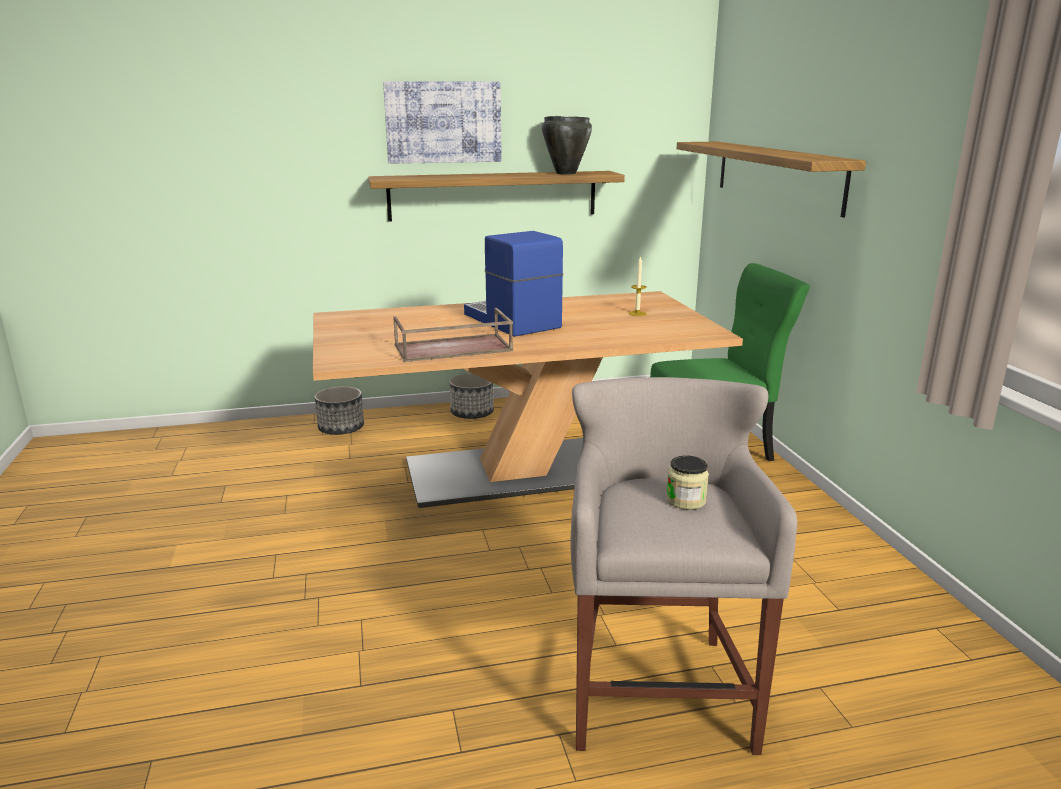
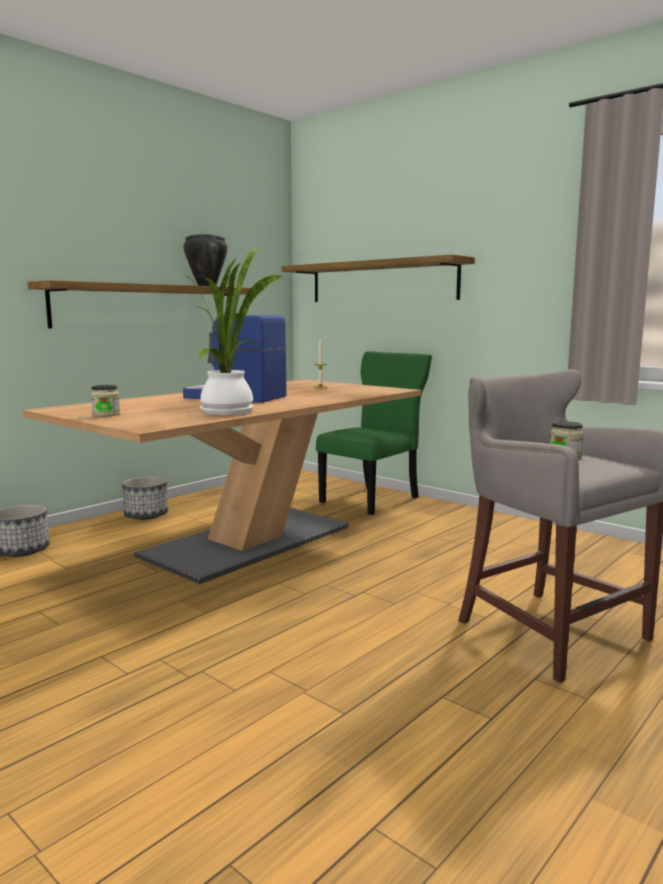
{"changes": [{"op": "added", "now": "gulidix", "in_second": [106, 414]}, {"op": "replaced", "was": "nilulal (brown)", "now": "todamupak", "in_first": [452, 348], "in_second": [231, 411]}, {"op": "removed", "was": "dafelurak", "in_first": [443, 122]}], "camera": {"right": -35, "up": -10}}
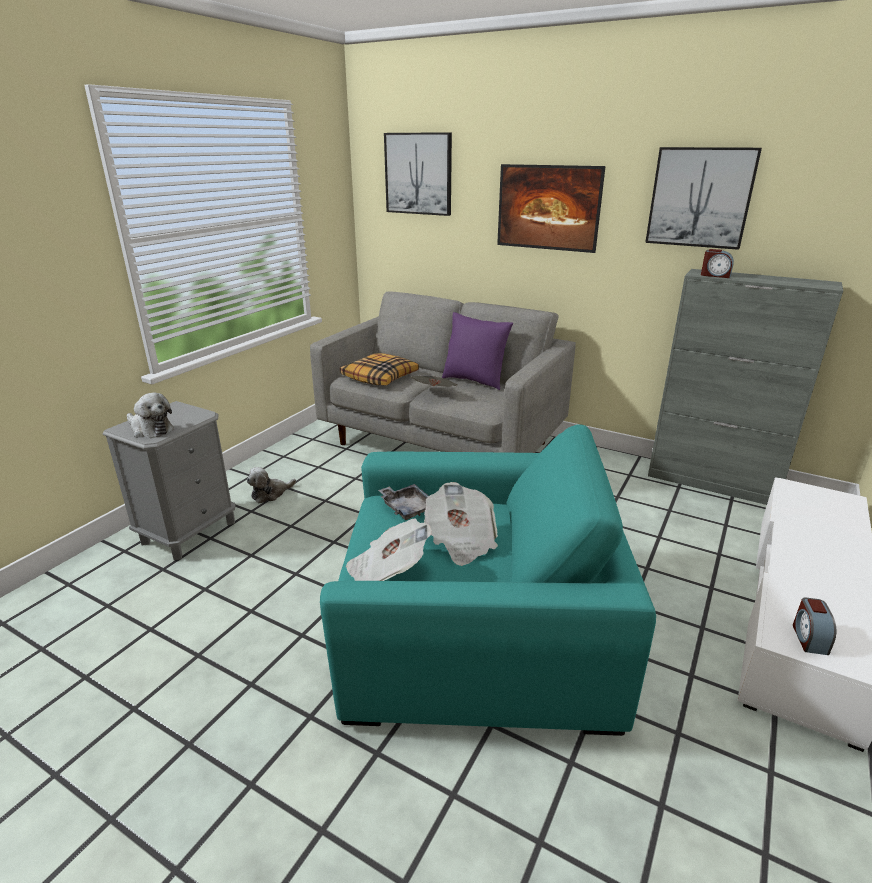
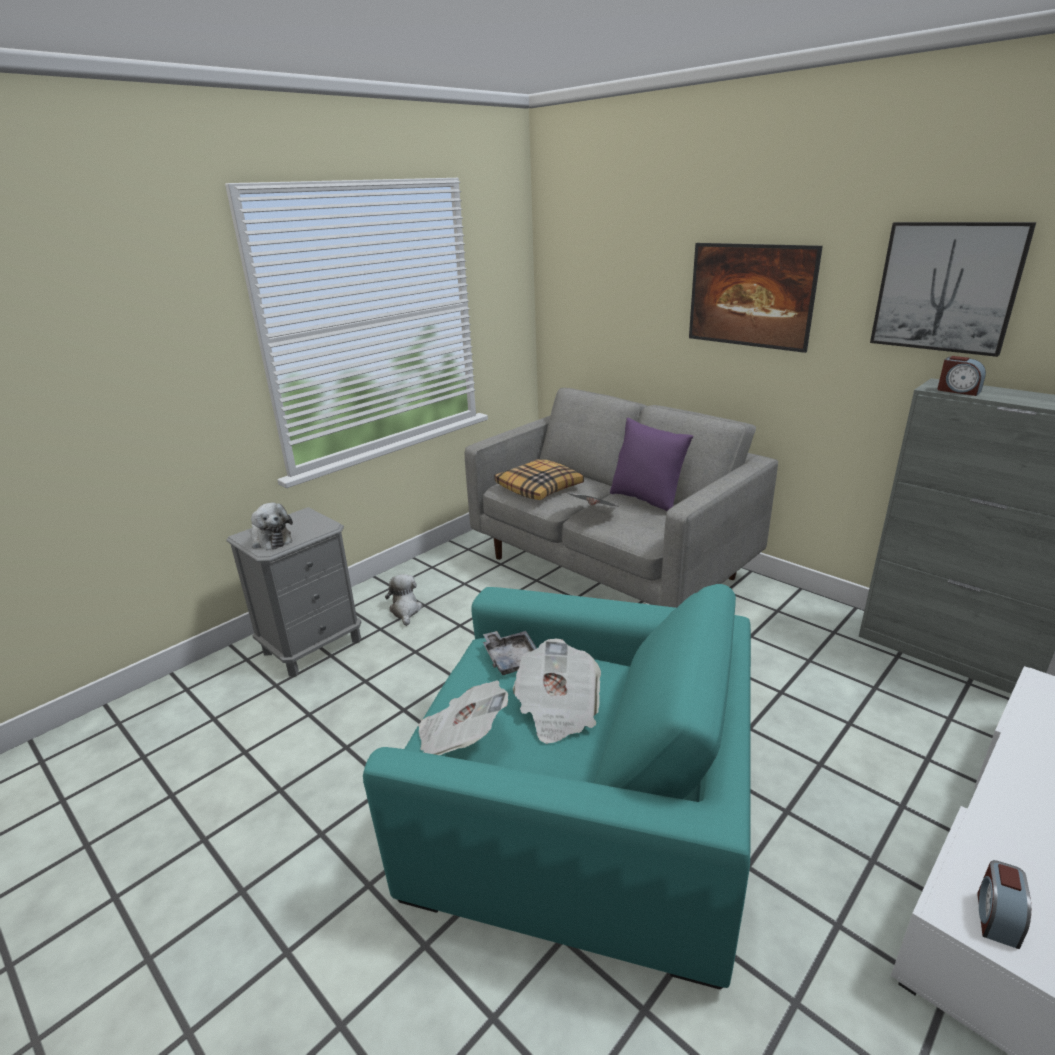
{"changes": [{"op": "turned", "was": "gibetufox", "in_first": [270, 494], "in_second": [405, 610], "clockwise": 105}, {"op": "removed", "was": "dafelurak", "in_first": [418, 174]}], "camera": {"right": 15, "up": 0}}
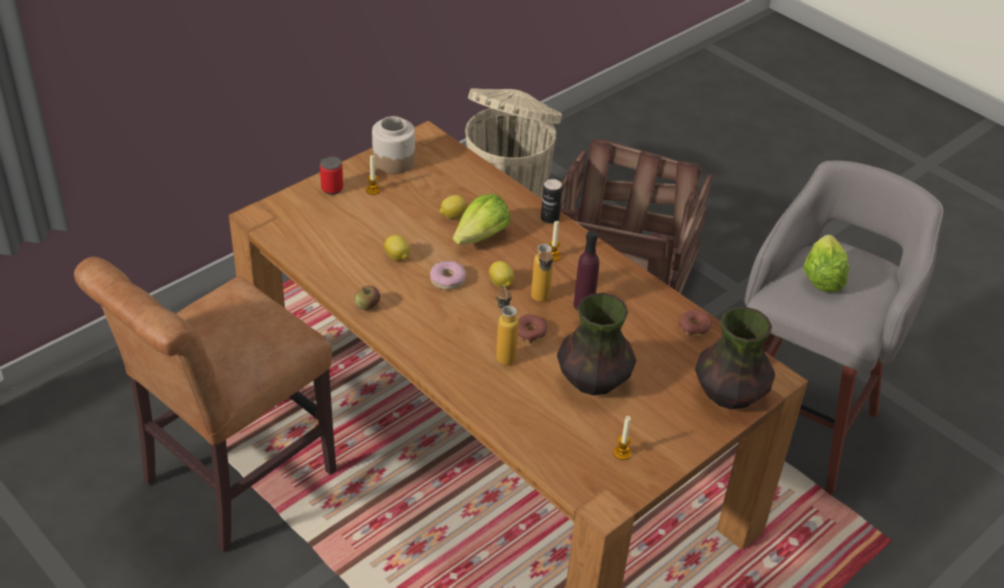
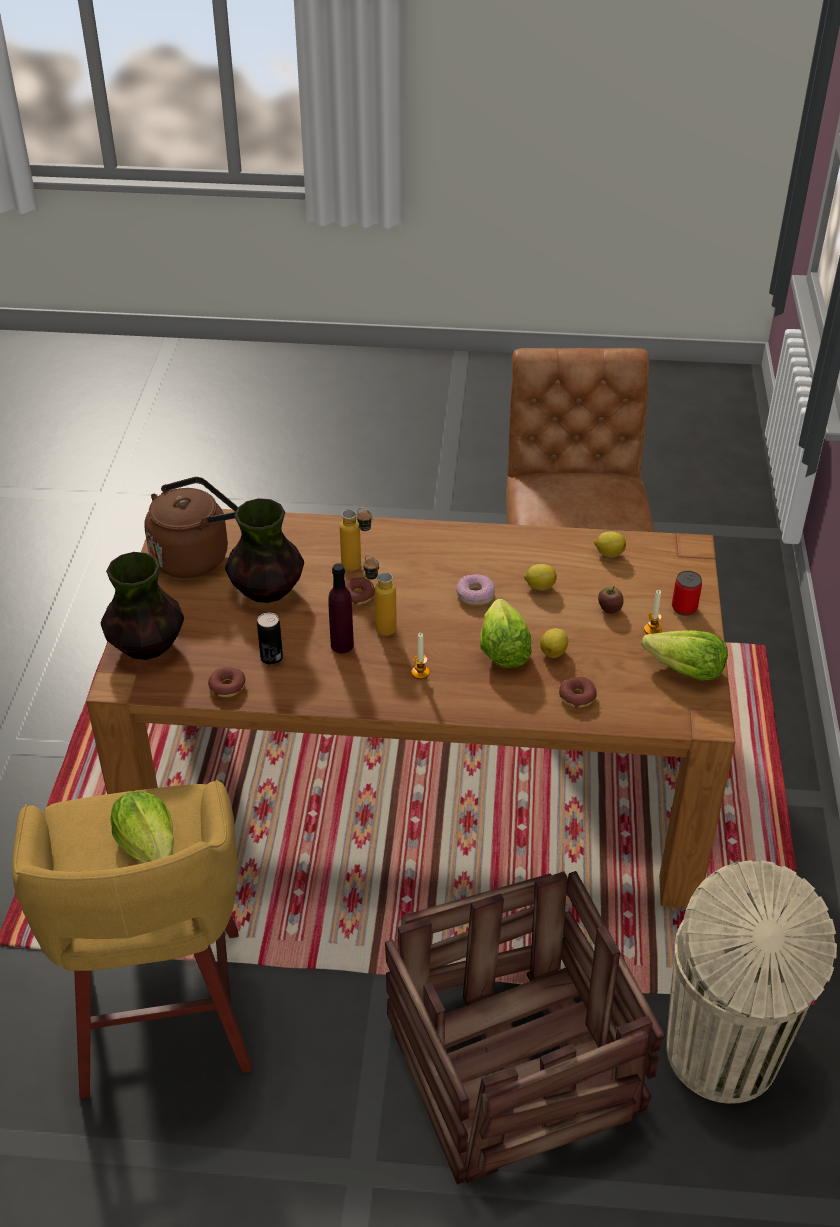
{"changes": [{"op": "recoloured", "was": "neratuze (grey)", "now": "neratuze (yellow)", "in_first": [799, 422], "in_second": [162, 1018]}, {"op": "replaced", "was": "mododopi", "now": "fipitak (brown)", "in_first": [622, 453], "in_second": [194, 556]}, {"op": "moved", "was": "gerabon", "in_first": [549, 218], "in_second": [271, 657]}, {"op": "added", "now": "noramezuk", "in_second": [577, 697]}, {"op": "moved", "was": "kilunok", "in_first": [501, 284], "in_second": [608, 553]}, {"op": "moved", "was": "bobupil", "in_first": [367, 306], "in_second": [609, 608]}, {"op": "replaced", "was": "gulidix", "now": "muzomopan", "in_first": [394, 161], "in_second": [685, 670]}], "camera": {"right": 140, "up": 0}}
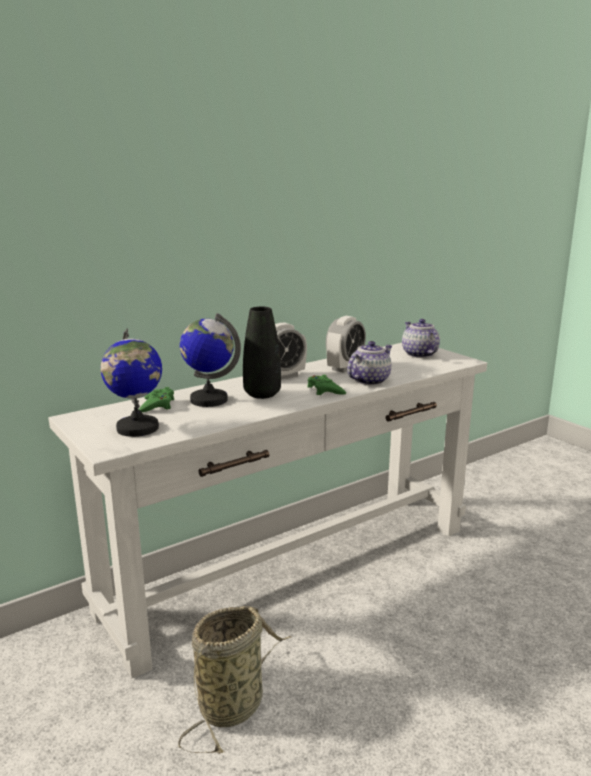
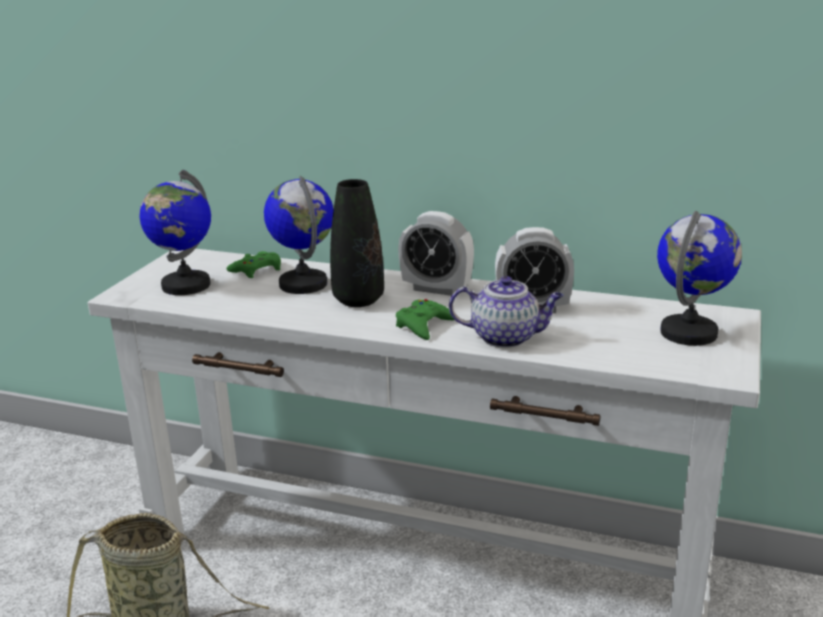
{"changes": [{"op": "replaced", "was": "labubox", "now": "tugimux", "in_first": [418, 354], "in_second": [689, 333]}], "camera": {"right": 55, "up": 5}}
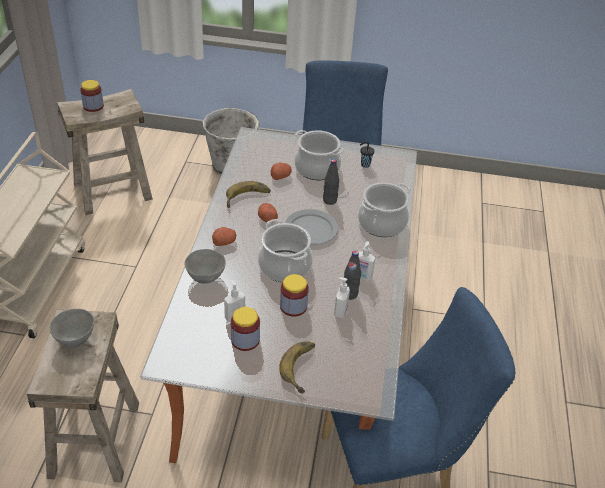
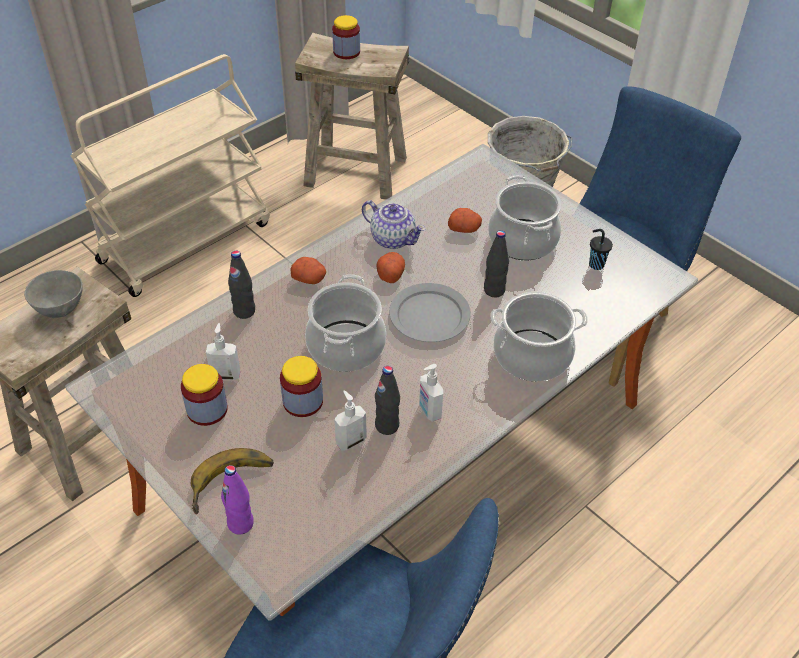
{"changes": [{"op": "added", "now": "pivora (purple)", "in_second": [240, 523]}, {"op": "replaced", "was": "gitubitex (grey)", "now": "pivora (black)", "in_first": [206, 278], "in_second": [244, 311]}, {"op": "replaced", "was": "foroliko", "now": "labubox", "in_first": [248, 199], "in_second": [393, 239]}], "camera": {"right": 40, "up": 5}}
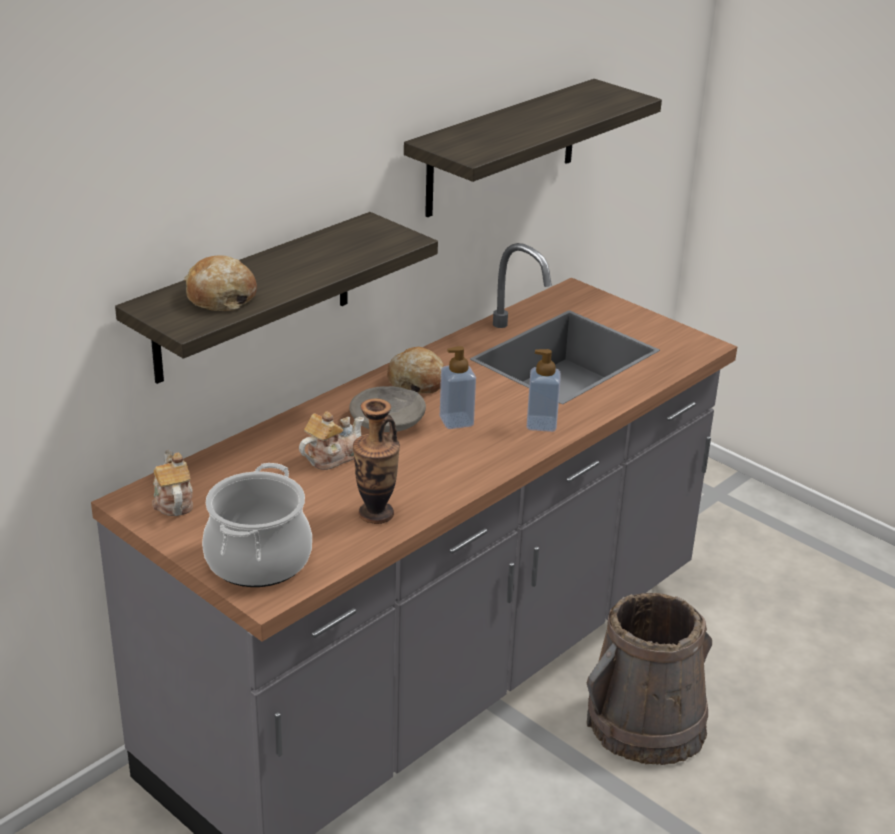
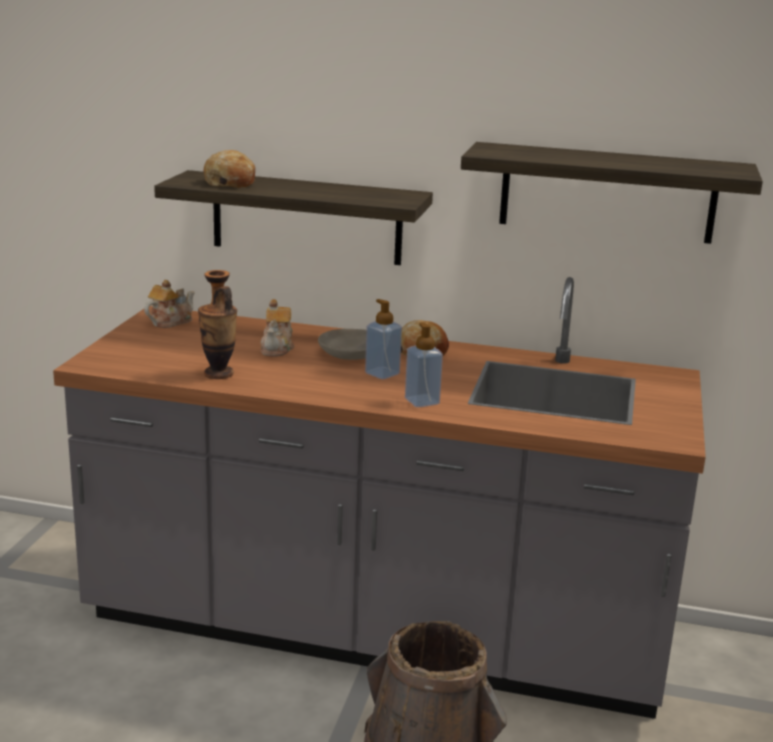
{"changes": [{"op": "turned", "was": "labubox", "in_first": [331, 457], "in_second": [277, 348], "clockwise": 75}, {"op": "removed", "was": "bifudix", "in_first": [259, 560]}], "camera": {"right": 60, "up": -10}}
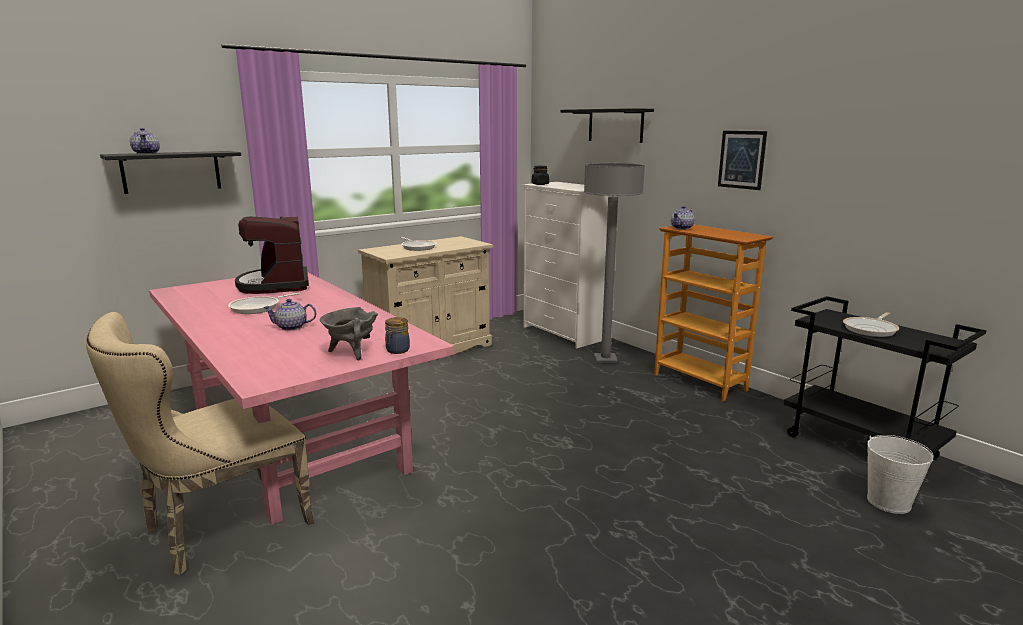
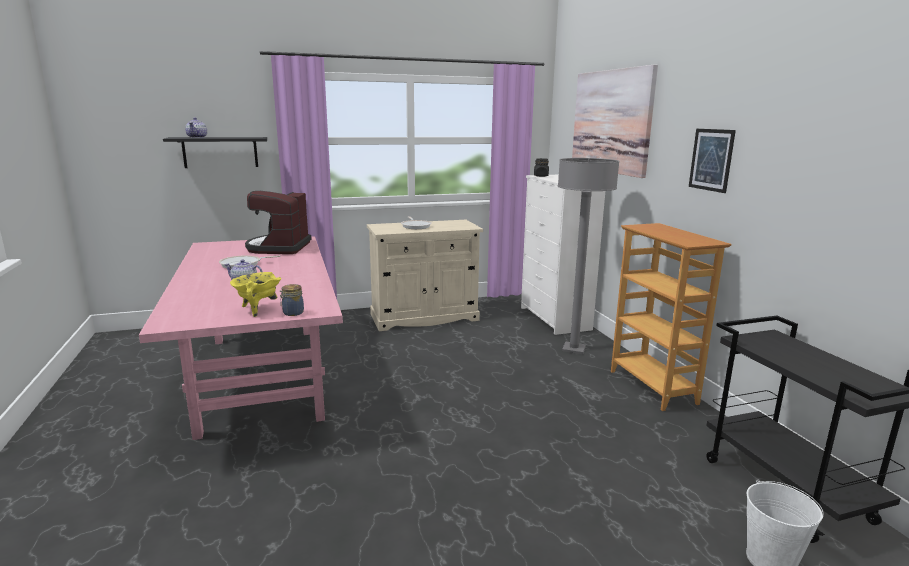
{"changes": [{"op": "recoloured", "was": "bifudix (grey)", "now": "bifudix (yellow)", "in_first": [351, 352], "in_second": [257, 309]}, {"op": "replaced", "was": "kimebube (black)", "now": "dafelurak", "in_first": [615, 125], "in_second": [611, 121]}, {"op": "removed", "was": "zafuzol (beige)", "in_first": [218, 528]}, {"op": "removed", "was": "labubox", "in_first": [682, 228]}, {"op": "removed", "was": "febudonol", "in_first": [871, 329]}], "camera": {"right": 20, "up": 0}}
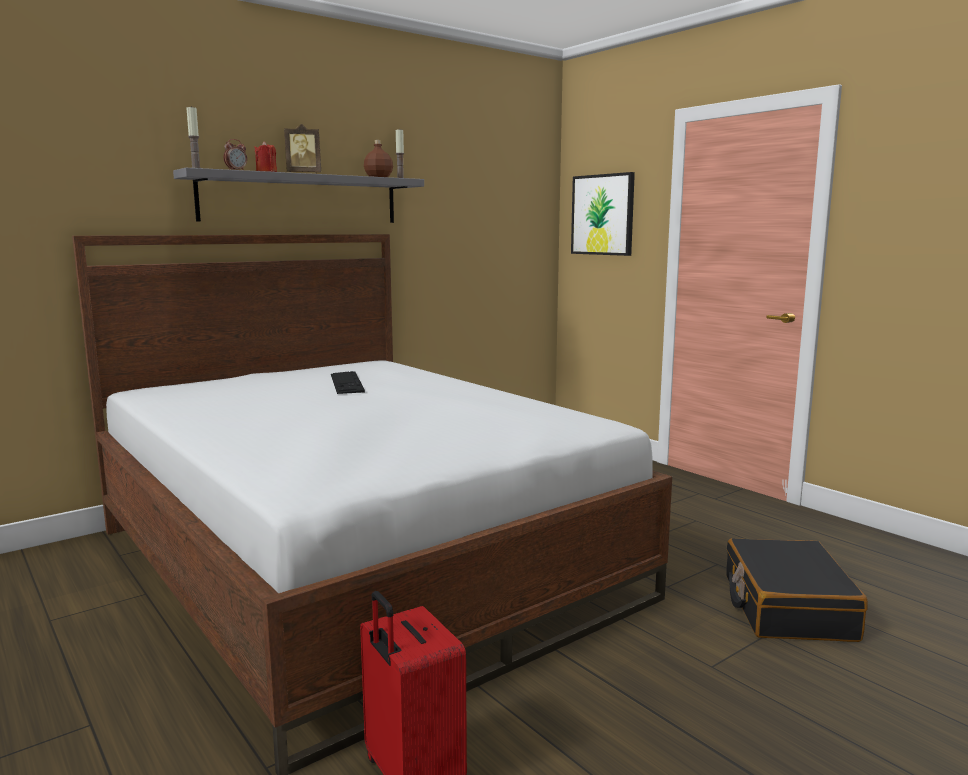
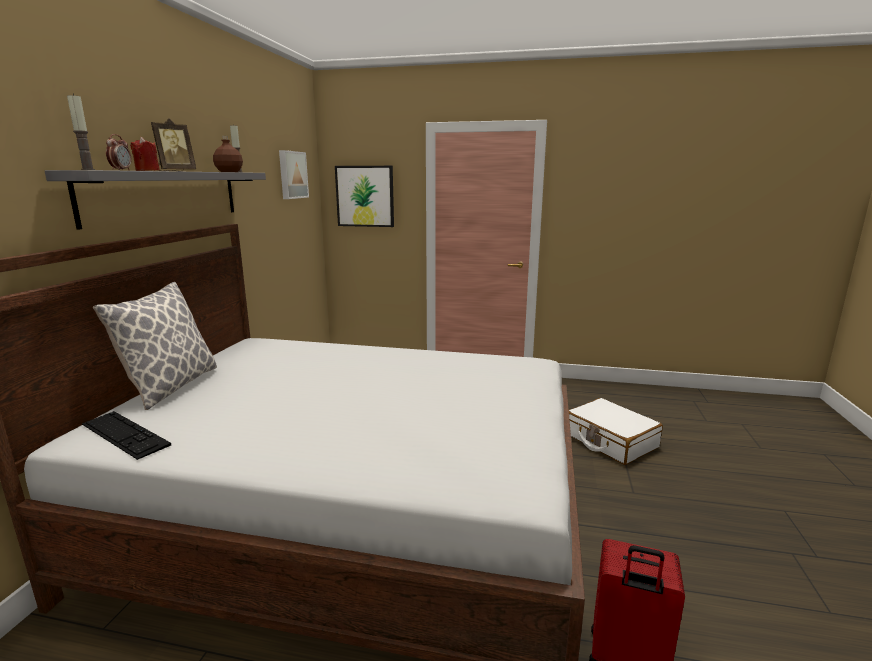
{"changes": [{"op": "moved", "was": "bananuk", "in_first": [346, 383], "in_second": [124, 434]}, {"op": "added", "now": "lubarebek", "in_second": [171, 386]}, {"op": "added", "now": "dafelurak", "in_second": [292, 175]}, {"op": "recoloured", "was": "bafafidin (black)", "now": "bafafidin (white)", "in_first": [787, 607], "in_second": [610, 441]}], "camera": {"right": -40, "up": 5}}
